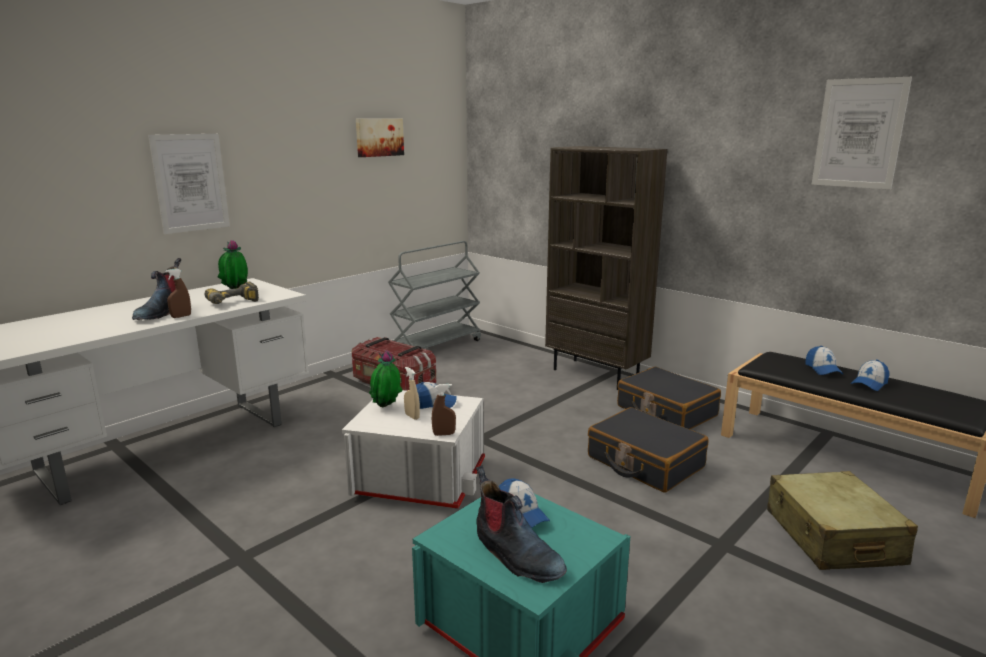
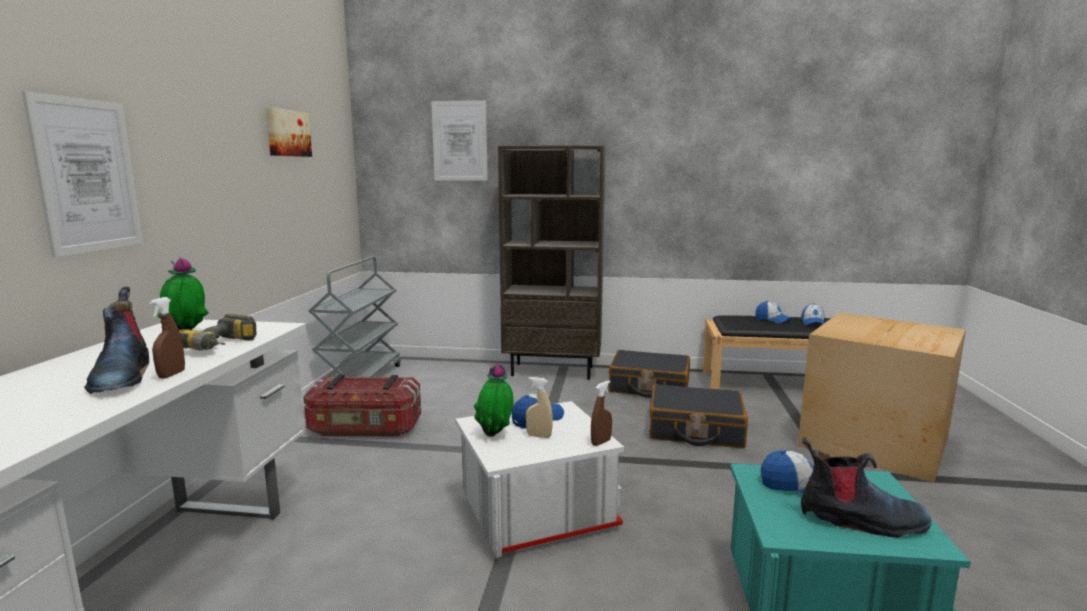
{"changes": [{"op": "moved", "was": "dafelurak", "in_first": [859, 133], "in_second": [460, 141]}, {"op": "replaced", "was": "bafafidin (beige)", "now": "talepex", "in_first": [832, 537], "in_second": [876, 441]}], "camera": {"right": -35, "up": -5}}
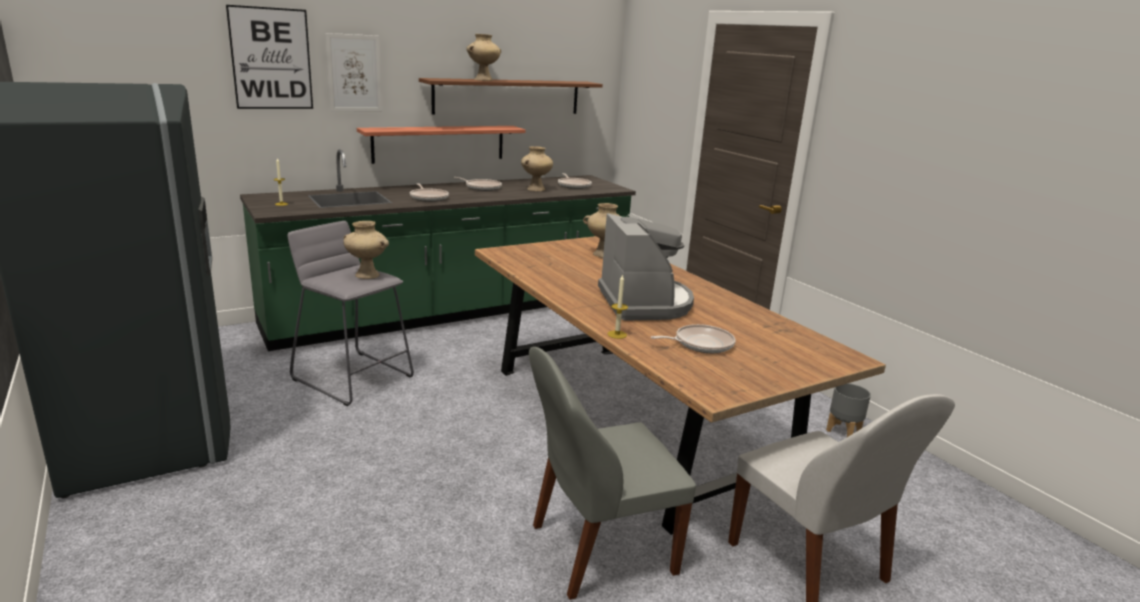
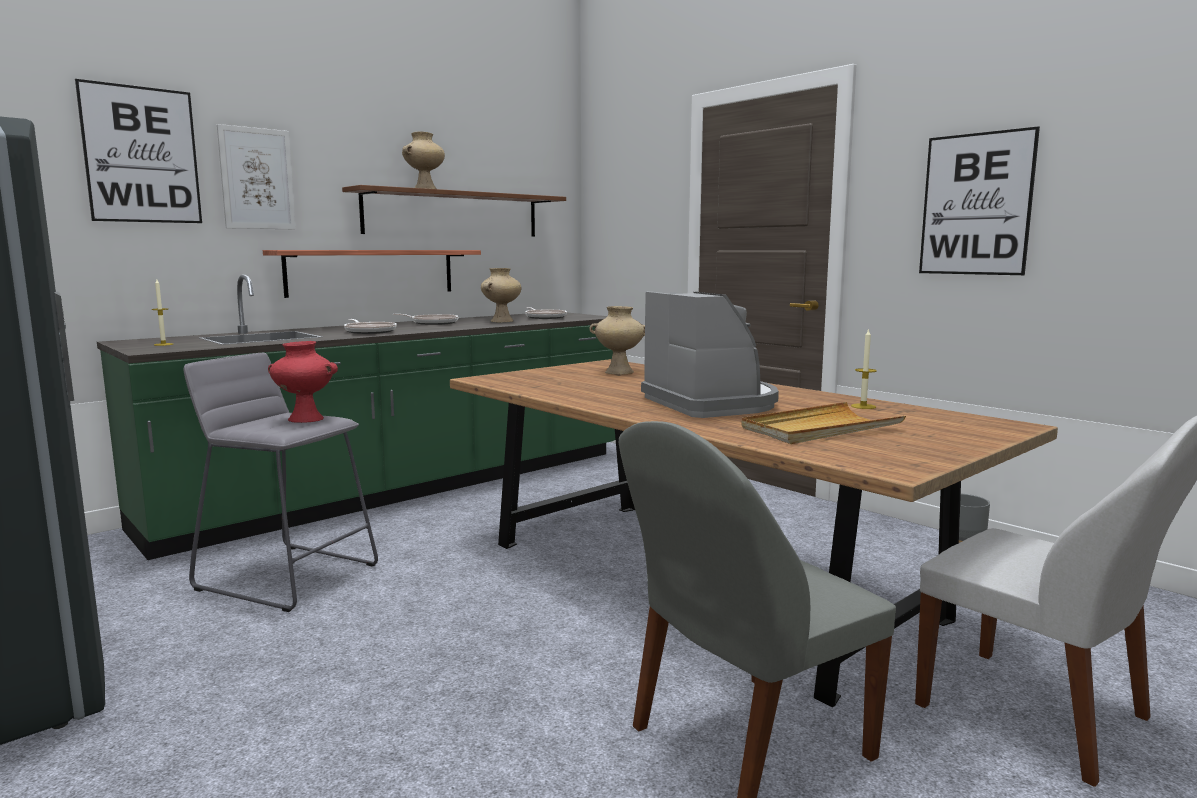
{"changes": [{"op": "recoloured", "was": "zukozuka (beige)", "now": "zukozuka (red)", "in_first": [366, 275], "in_second": [304, 419]}, {"op": "replaced", "was": "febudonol", "now": "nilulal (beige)", "in_first": [700, 344], "in_second": [820, 429]}, {"op": "moved", "was": "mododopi", "in_first": [617, 334], "in_second": [863, 406]}, {"op": "added", "now": "dafelurak", "in_second": [976, 204]}], "camera": {"right": -10, "up": -10}}
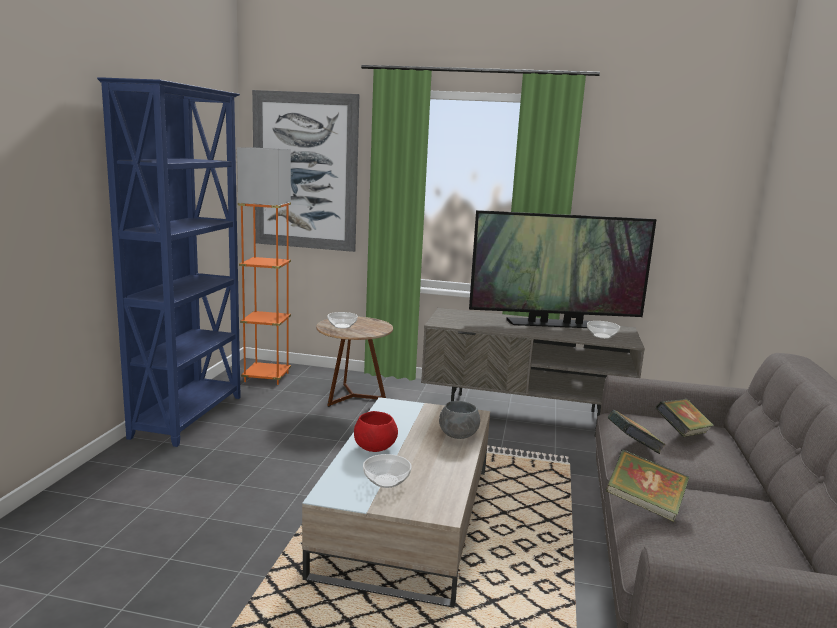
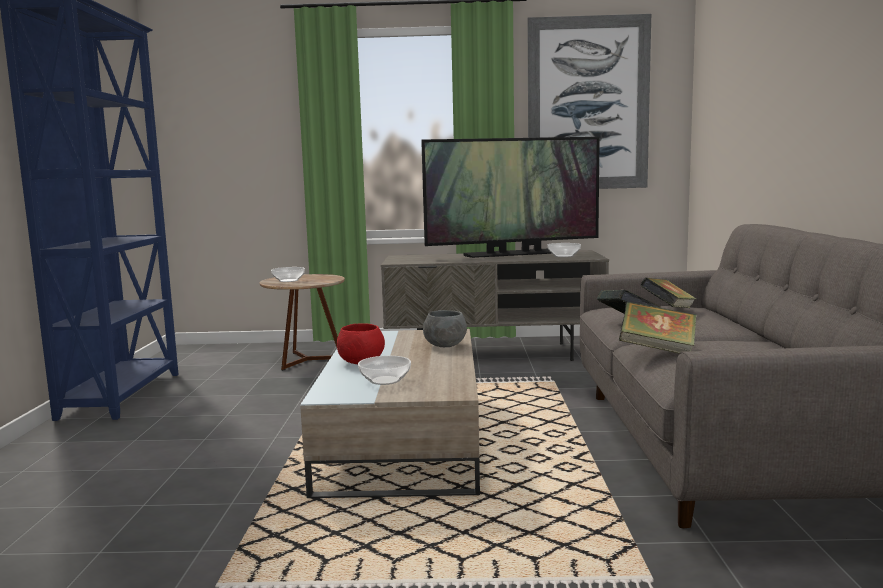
{"changes": [{"op": "moved", "was": "dafelurak", "in_first": [305, 171], "in_second": [588, 104]}, {"op": "removed", "was": "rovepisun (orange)", "in_first": [266, 377]}], "camera": {"right": -10, "up": -5}}
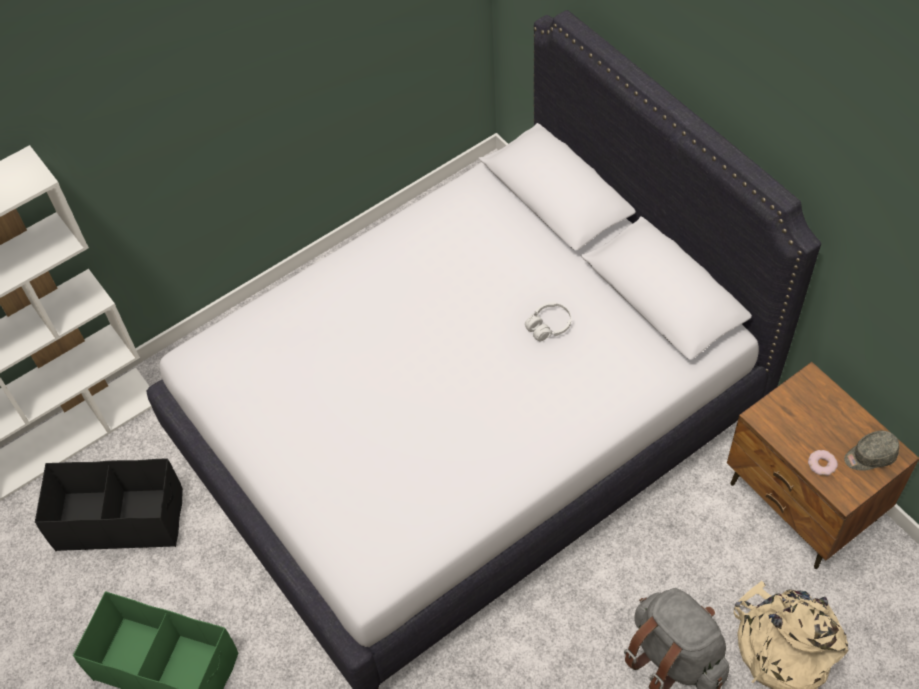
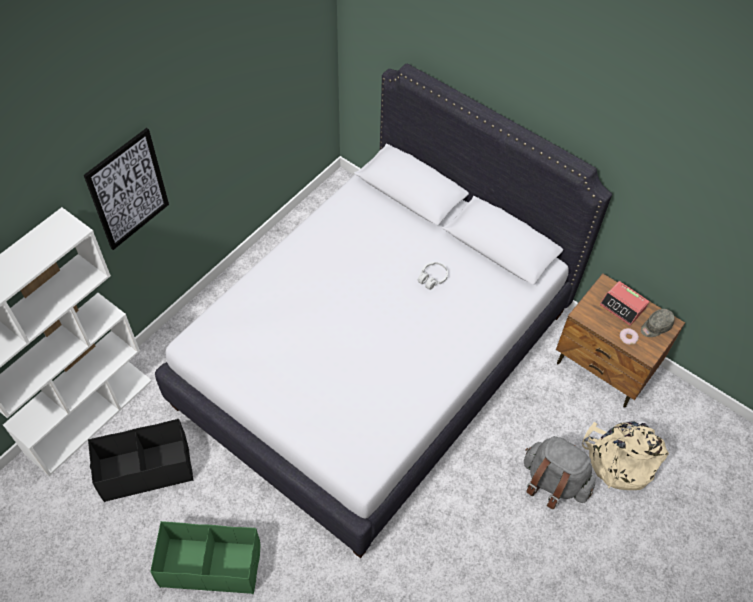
{"changes": [{"op": "added", "now": "dafelurak", "in_second": [128, 190]}, {"op": "added", "now": "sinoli", "in_second": [623, 306]}], "camera": {"right": -20, "up": 0}}
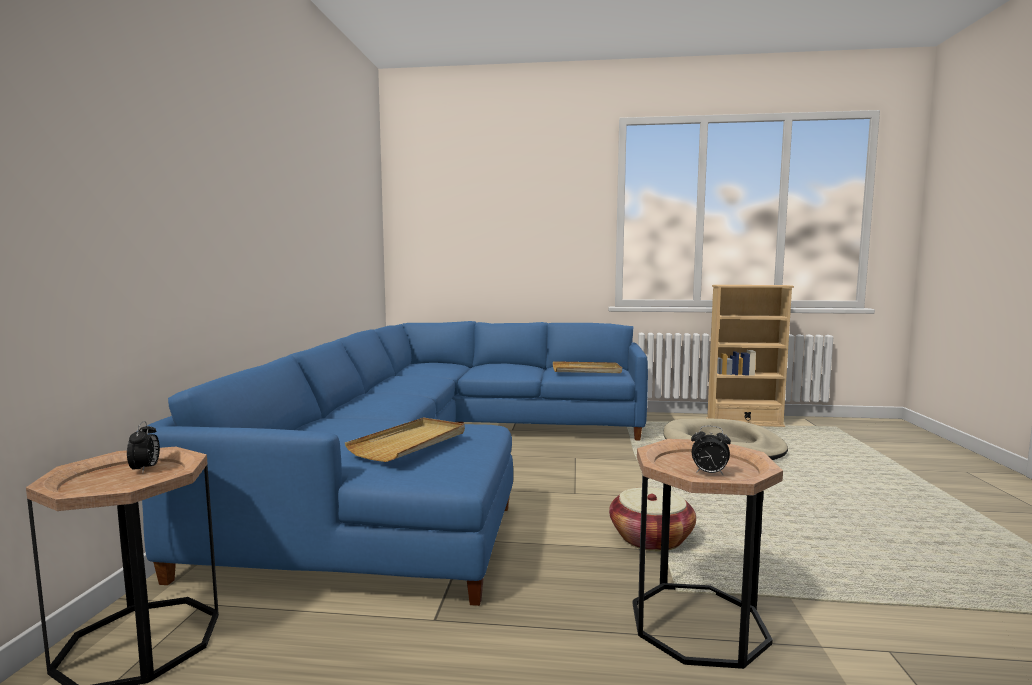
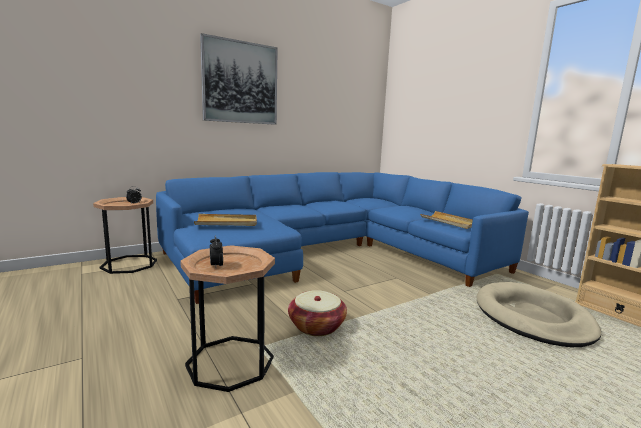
{"changes": [{"op": "added", "now": "dafelurak", "in_second": [240, 83]}], "camera": {"right": 50, "up": 5}}
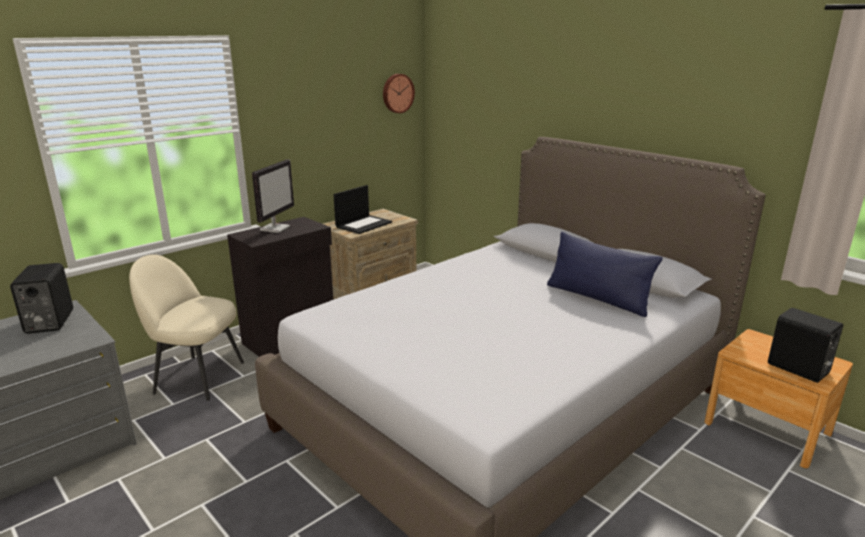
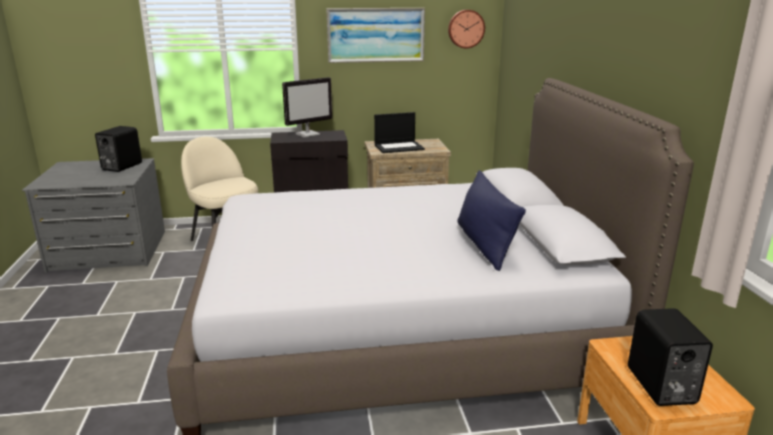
{"changes": [{"op": "added", "now": "dafelurak", "in_second": [375, 35]}], "camera": {"right": 35, "up": 0}}
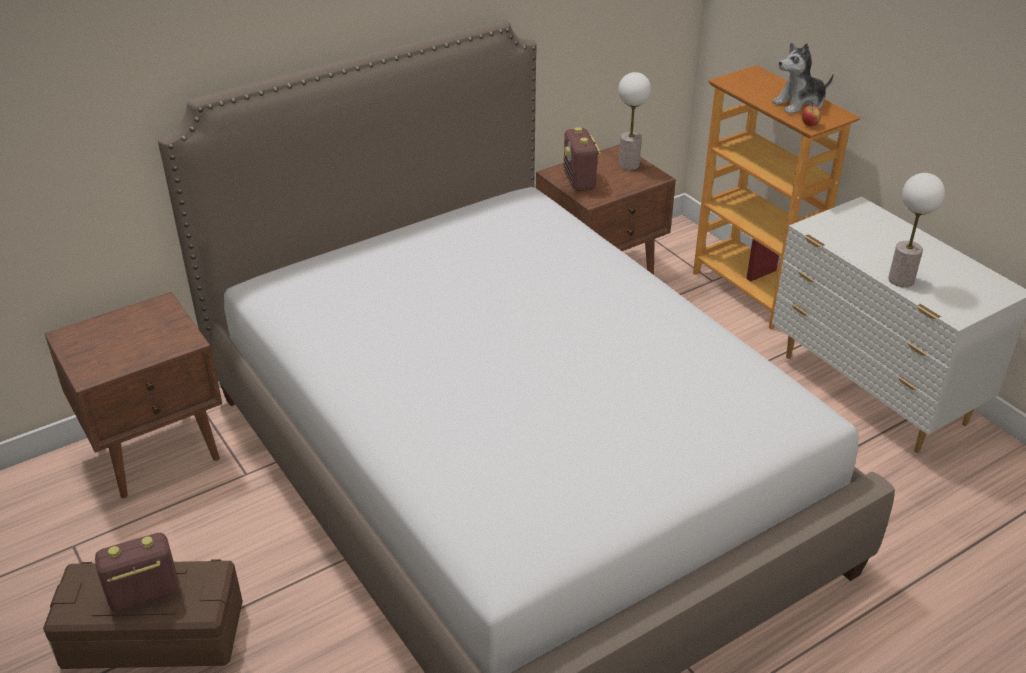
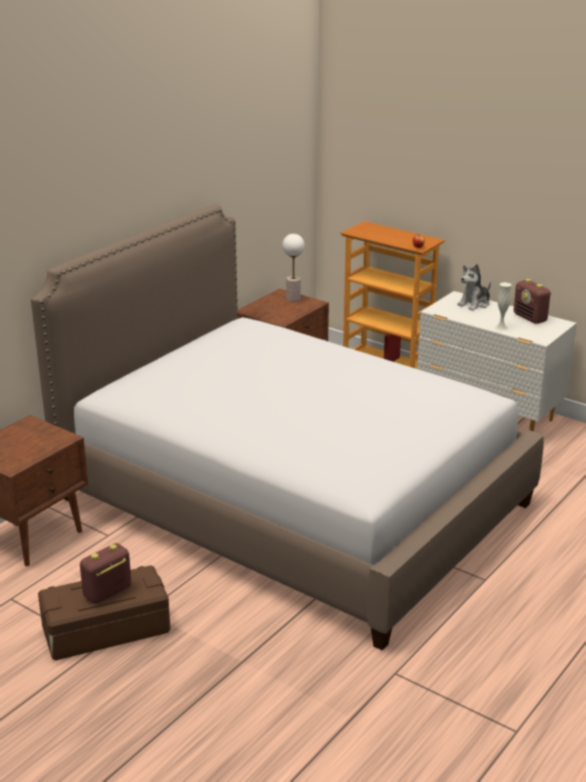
{"changes": [{"op": "moved", "was": "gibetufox", "in_first": [800, 104], "in_second": [474, 304]}, {"op": "replaced", "was": "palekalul", "now": "zukozuka (white)", "in_first": [901, 280], "in_second": [501, 328]}, {"op": "moved", "was": "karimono", "in_first": [579, 181], "in_second": [530, 318]}], "camera": {"right": -20, "up": -10}}
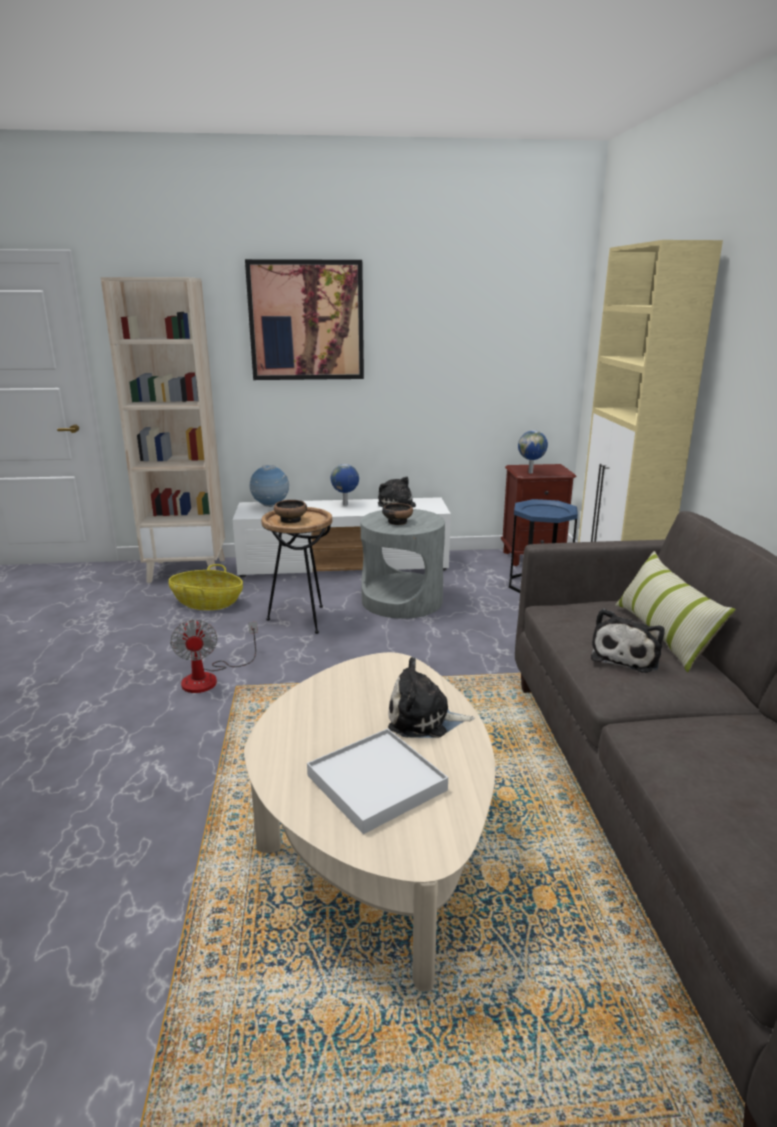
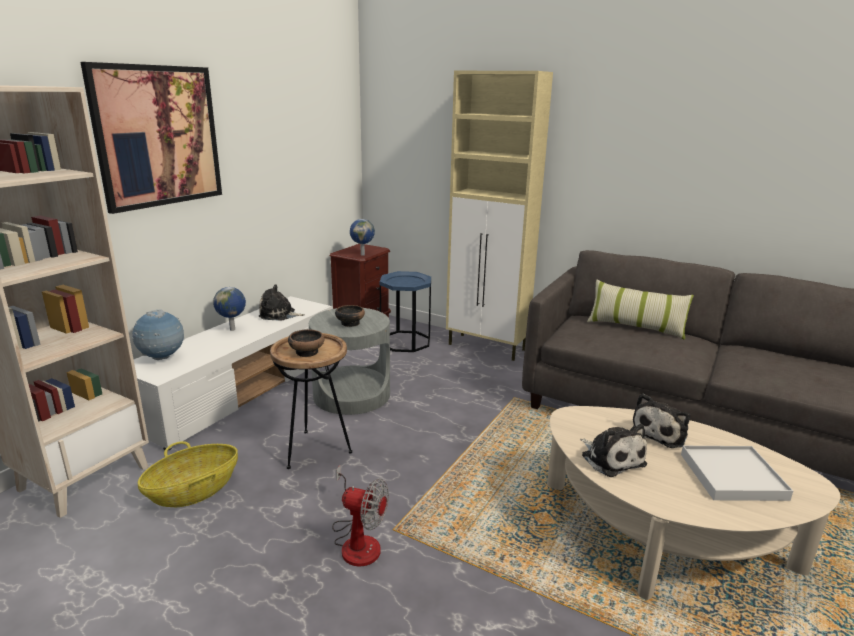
{"changes": [{"op": "moved", "was": "gibetufox", "in_first": [626, 656], "in_second": [611, 458]}], "camera": {"right": -55, "up": 0}}
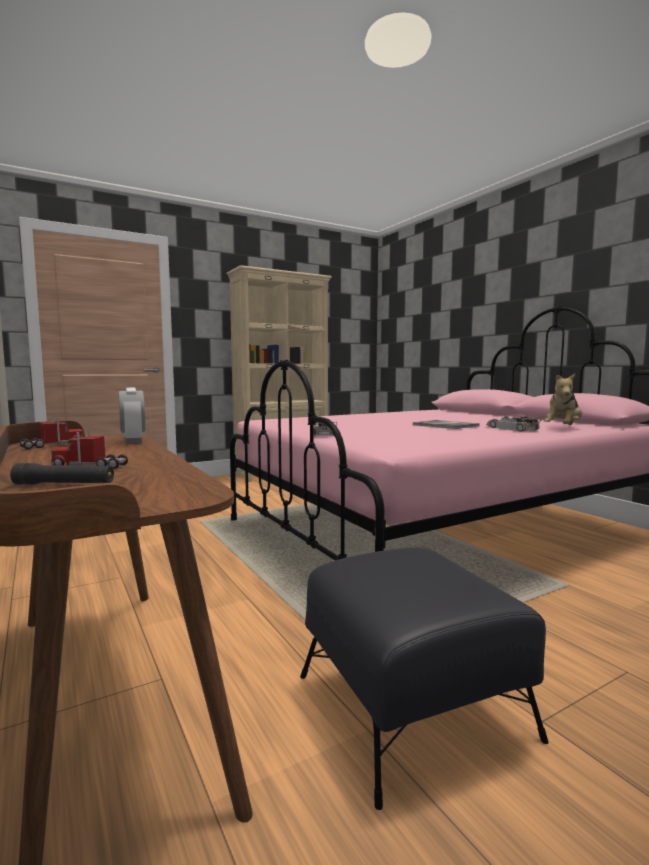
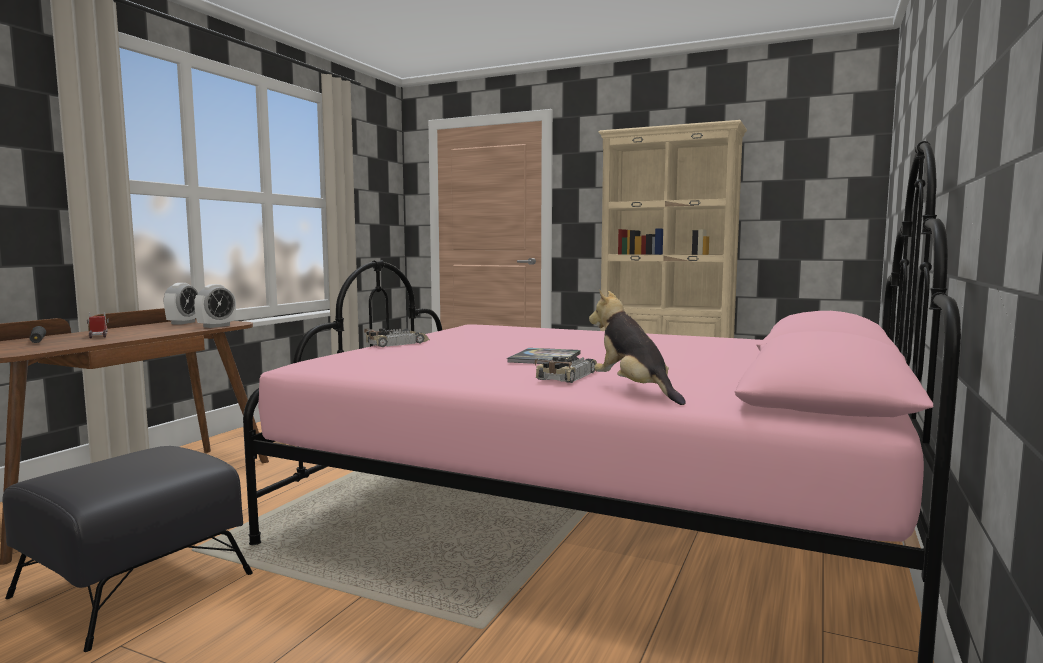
{"changes": [{"op": "replaced", "was": "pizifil", "now": "sinoli", "in_first": [53, 445], "in_second": [183, 323]}, {"op": "turned", "was": "gibetufox", "in_first": [563, 428], "in_second": [634, 390], "clockwise": 60}], "camera": {"right": 55, "up": 0}}
